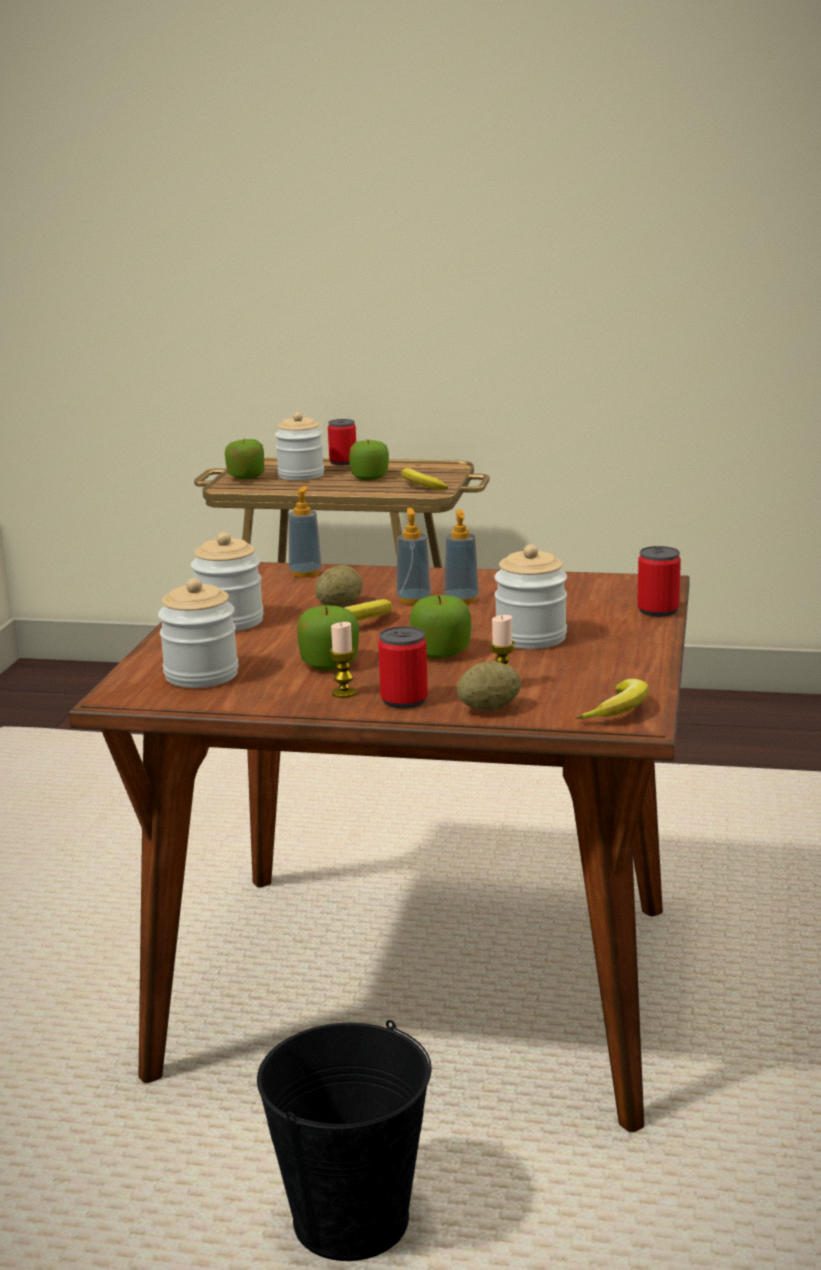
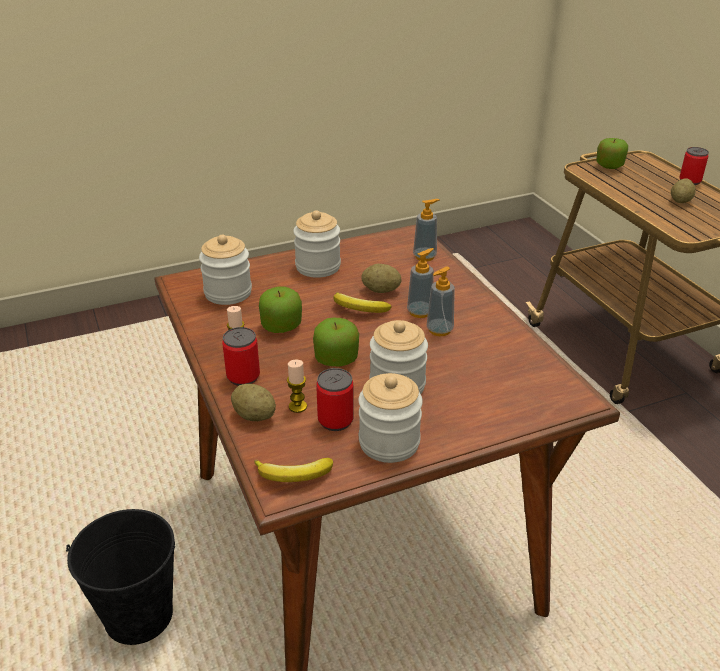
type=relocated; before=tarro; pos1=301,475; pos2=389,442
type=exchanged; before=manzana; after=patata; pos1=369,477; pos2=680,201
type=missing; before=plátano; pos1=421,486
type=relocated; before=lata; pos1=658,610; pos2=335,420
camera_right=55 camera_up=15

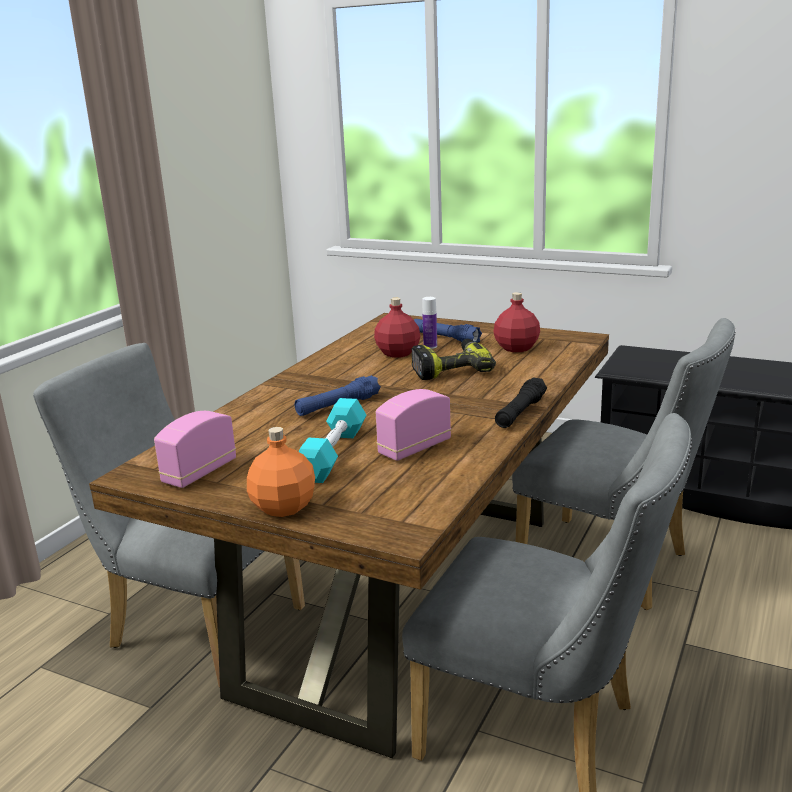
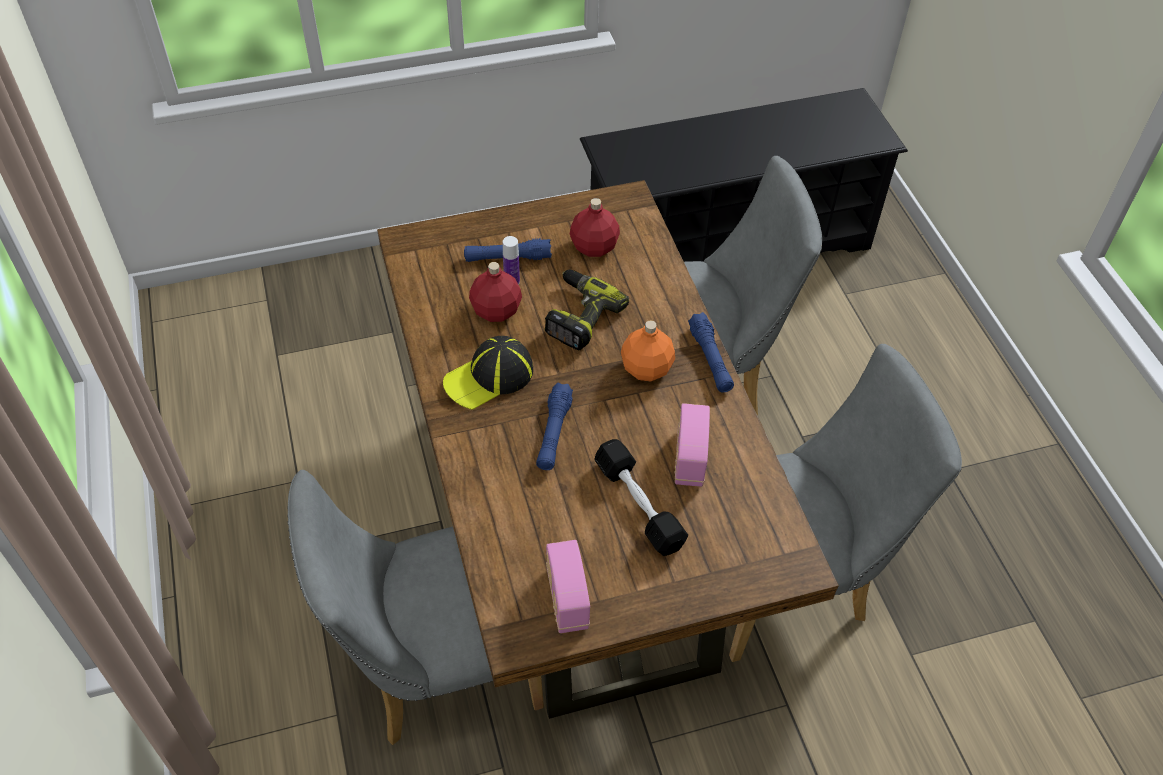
type=relocated; before=botella/naranja; pos1=283,508; pos2=647,369
type=colour; before=mancuerna/turquesa; after=mancuerna/negro; pos1=333,454; pos2=639,505
type=colour; before=linterna/negro; after=linterna/azul; pos1=520,412; pos2=710,359
type=appeared; after=gorra; pos2=489,377
camera_right=-45 camera_up=30

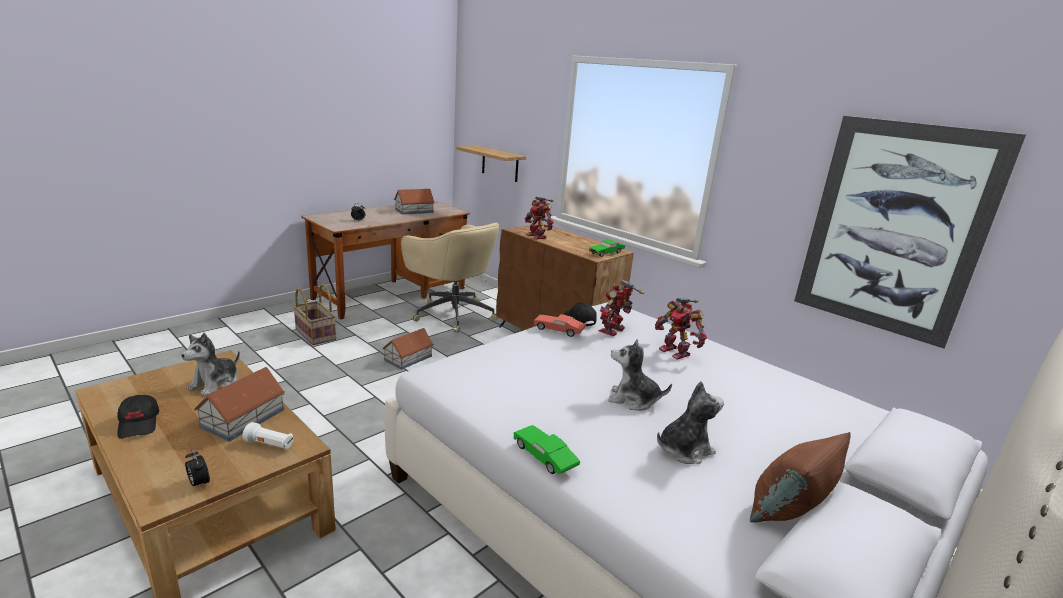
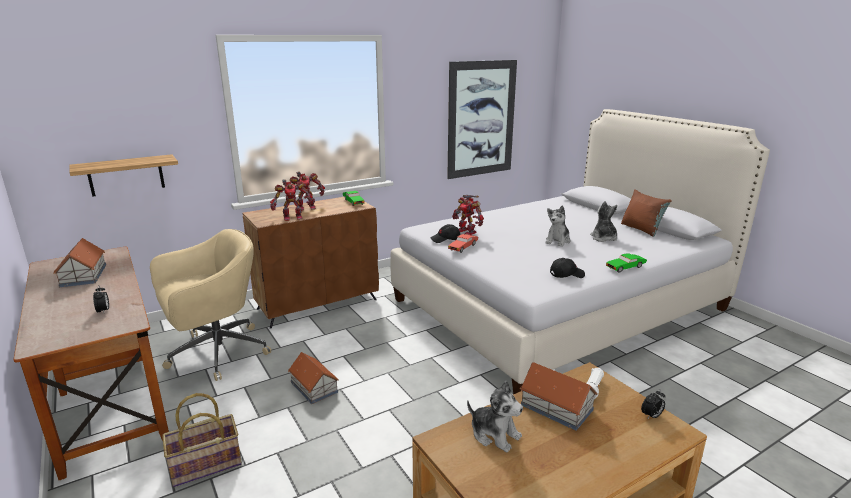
type=relocated; before=gorra/negro; pos1=139,424; pos2=566,274
type=relocated; before=robot de juguete; pos1=676,351; pos2=306,207
camera_right=-75 camera_up=0

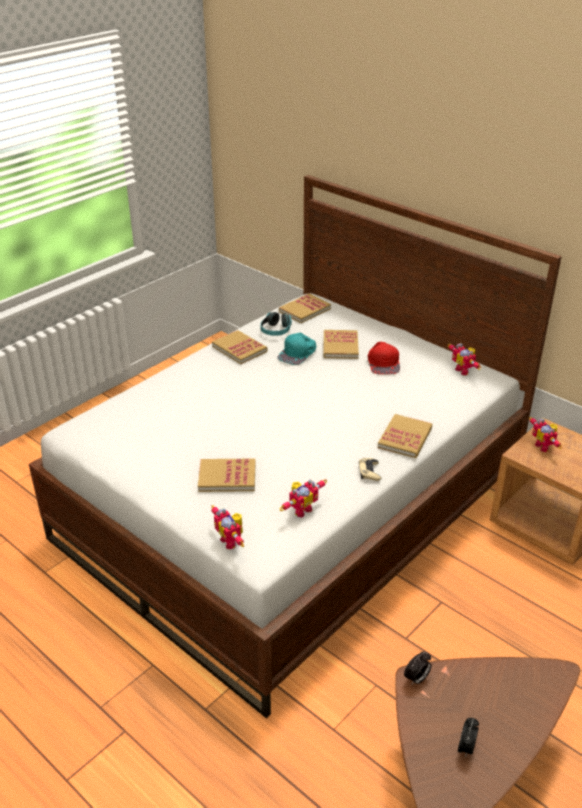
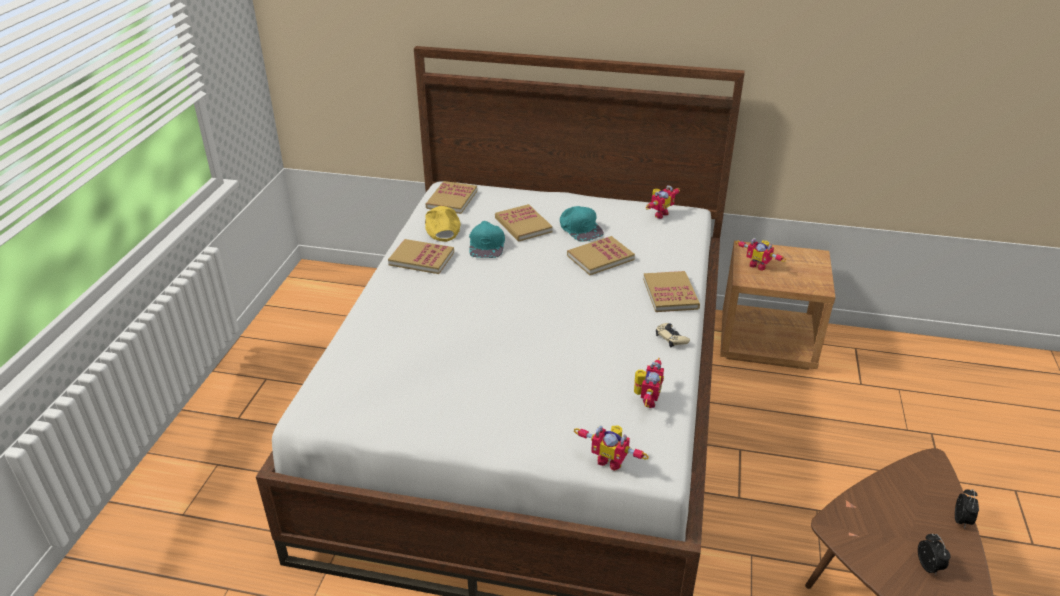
type=relocated; before=libro; pos1=227,477; pos2=600,257
type=exchanged; before=auriculares; after=gorra/amarillo; pos1=276,330; pos2=442,228
type=colour; before=gorra/rojo; after=gorra/turquesa; pos1=384,362; pos2=580,228
type=relocated; before=despertador; pos1=416,679; pos2=961,521
type=spun; before=robot de juguete; pos1=464,370; pos2=659,214; turn=-75
camera_right=-30 camera_up=0

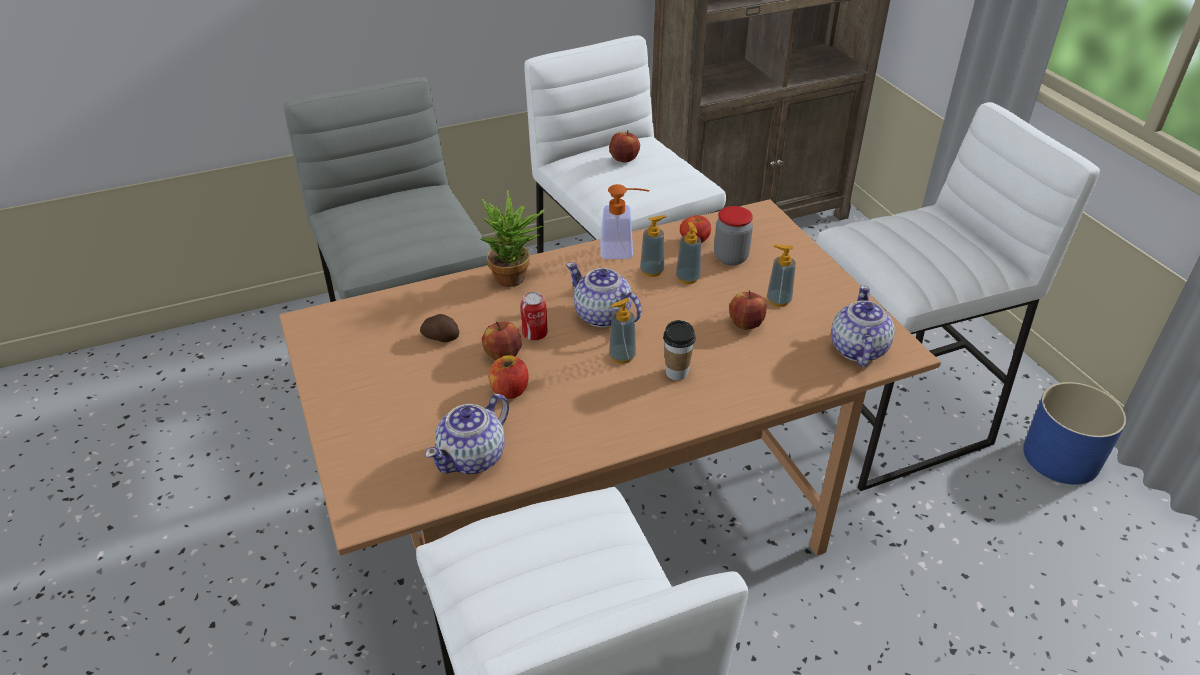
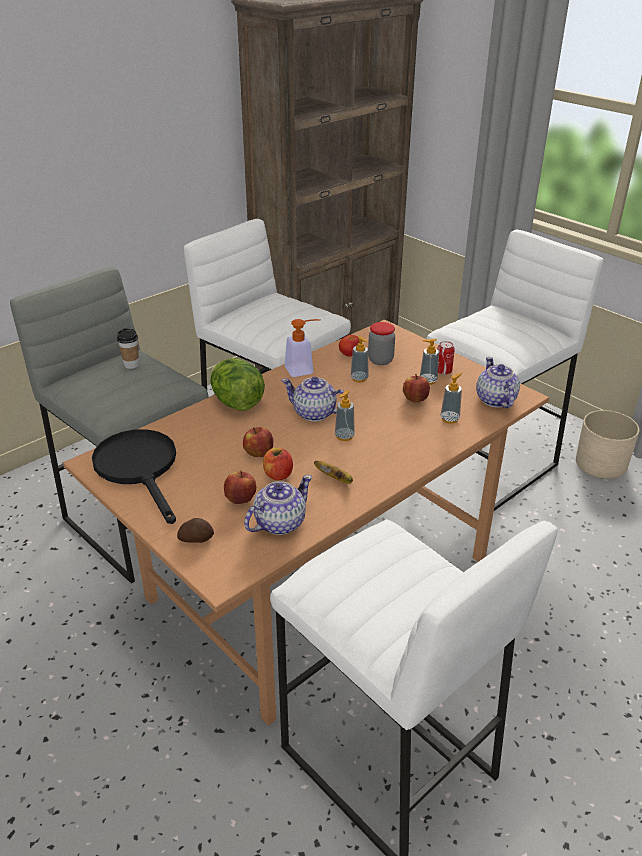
type=relocated; before=patata; pos1=441,337; pos2=196,538
type=spun; before=tetera; pos1=473,457; pos2=279,523; turn=-150
type=exchanged; before=planta en maceta; after=lechuga; pos1=515,280; pos2=237,403
type=relocated; before=lata; pos1=535,334; pos2=443,371
type=relocated; before=manzana; pos1=623,159; pos2=240,499
type=relocated; before=dispensador de jabón; pos1=652,271; pos2=449,419
type=relocated; before=taza; pos1=676,373; pos2=131,365
type=colour; before=maceta/azul; after=maceta/beis; pos1=1061,458; pos2=601,463
type=appeared; after=sartén/negro; pos2=140,469
type=appeared; after=plátano; pos2=335,479
camera_right=-20 camera_up=-5

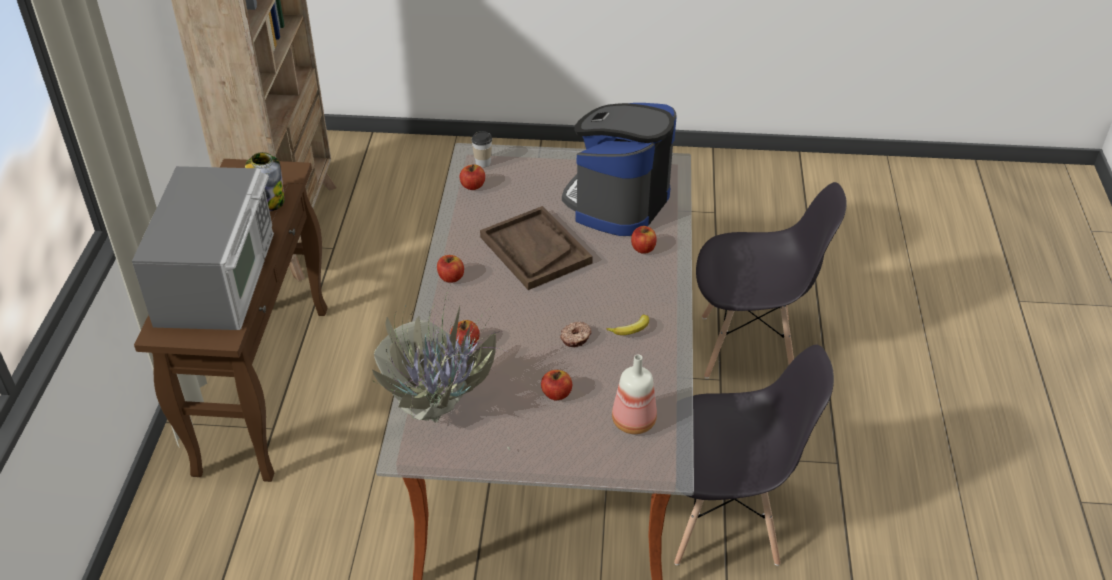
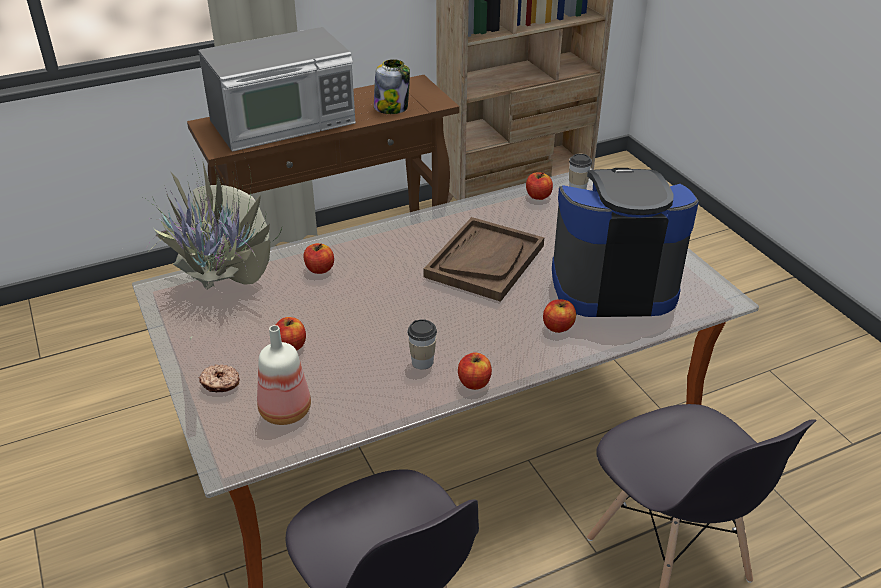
type=relocated; before=manzana; pos1=451,277; pos2=474,382
type=relocated; before=rosquilla; pos1=576,338; pos2=220,383
type=exchanged; before=plátano; after=taza; pos1=631,329; pos2=422,362
camera_right=60 camera_up=-5

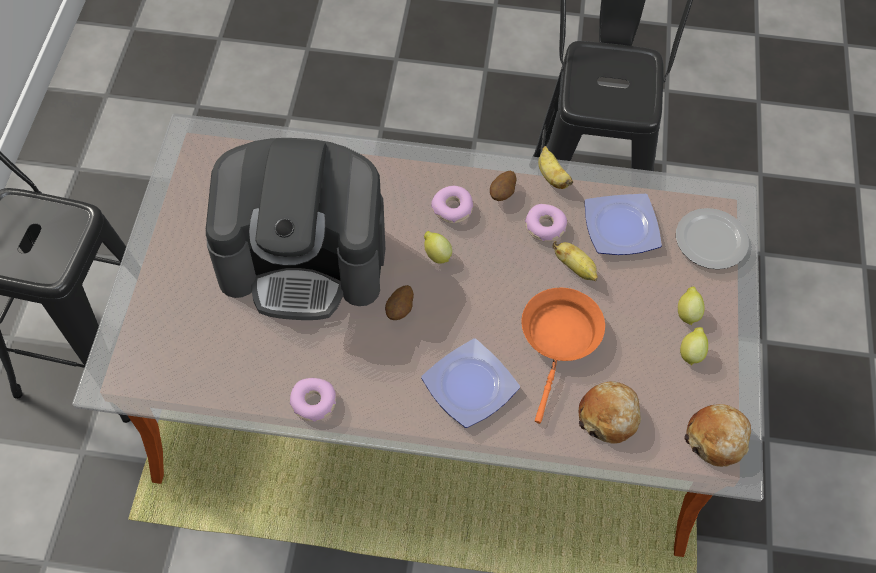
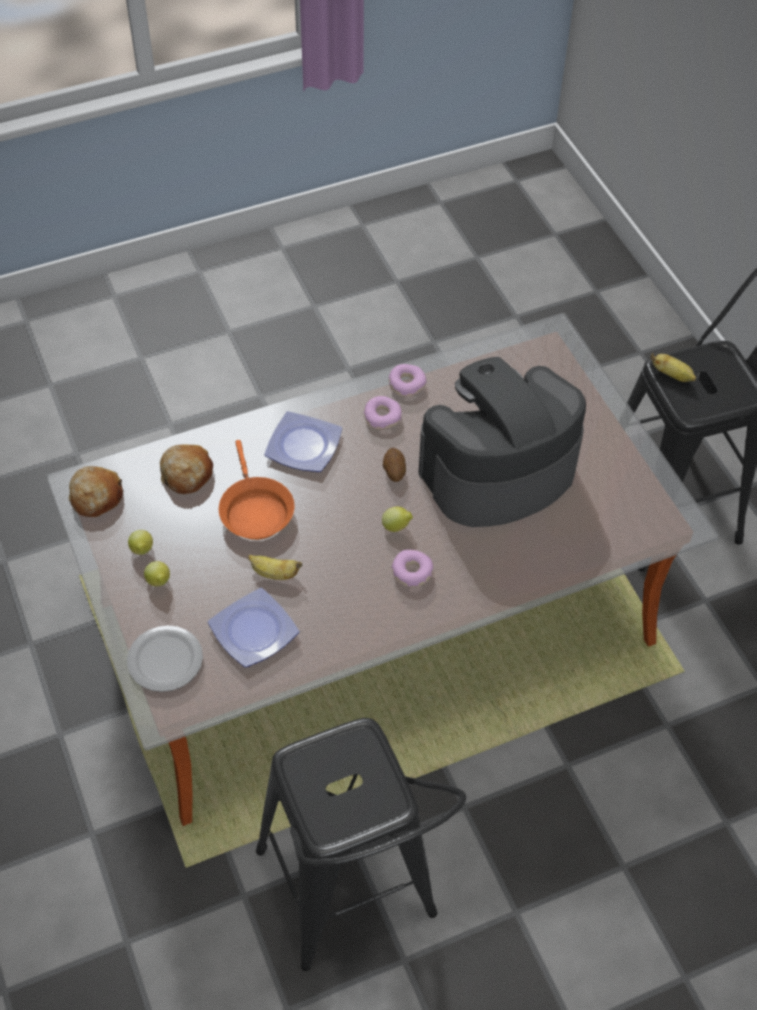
type=missing; before=patata; pos1=502,193
type=relocated; before=rosquilla; pos1=545,227; pos2=382,417
type=relocated; before=plátano; pos1=551,176; pos2=672,375
camera_right=150 camera_up=-5

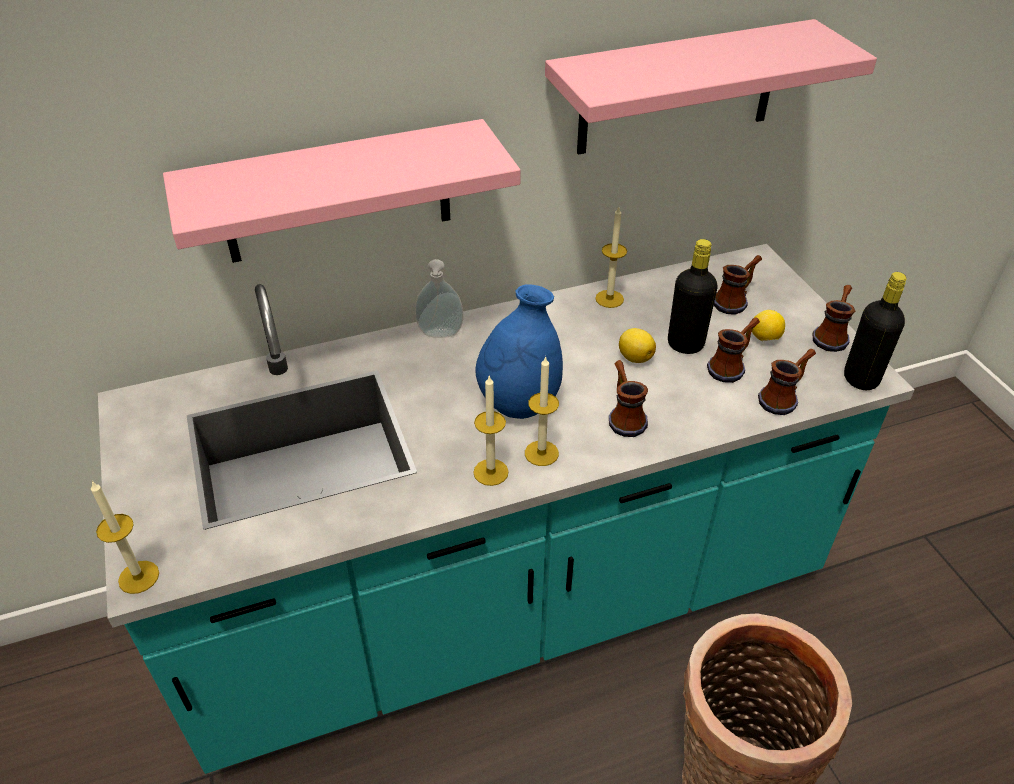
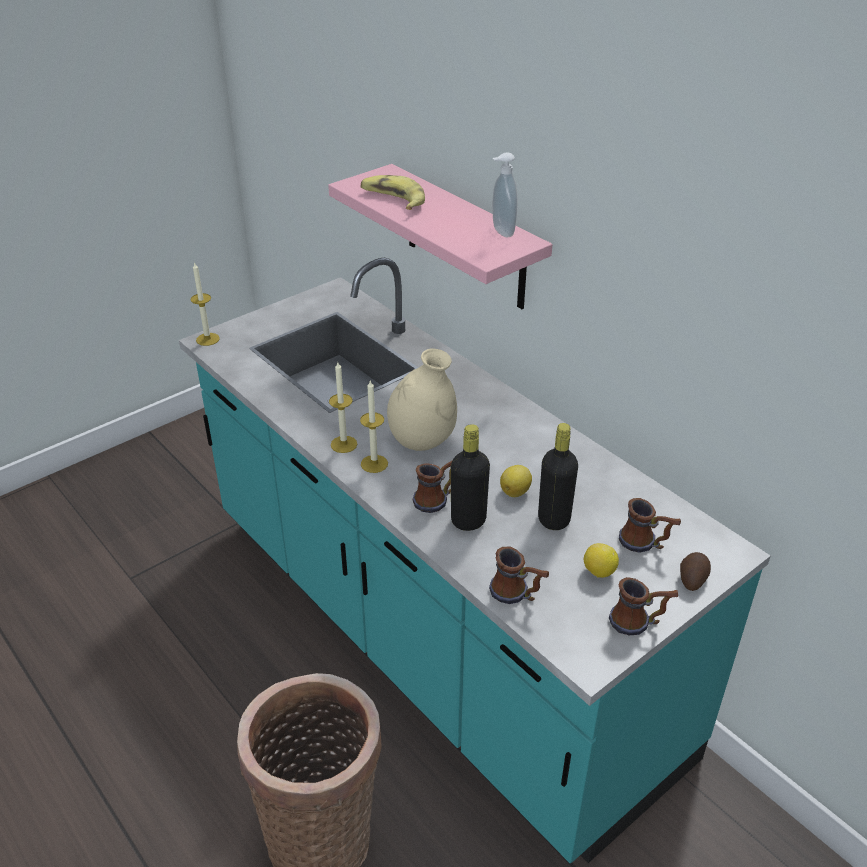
type=relocated; before=dispensador de jabón; pos1=440,335; pos2=501,232
type=colour; before=florero/azul; after=florero/beis; pos1=519,403; pos2=422,441
type=missing; before=estante/rosa; pos1=678,88
type=missing; before=vela; pos1=609,299
type=missing; before=taza grande; pos1=731,366
type=relocated; before=botella/negro; pos1=860,379; pos2=468,520
type=appeared; after=plátano; pos2=393,200
type=appeared; after=patata; pos2=692,579
camera_right=70 camera_up=-5

